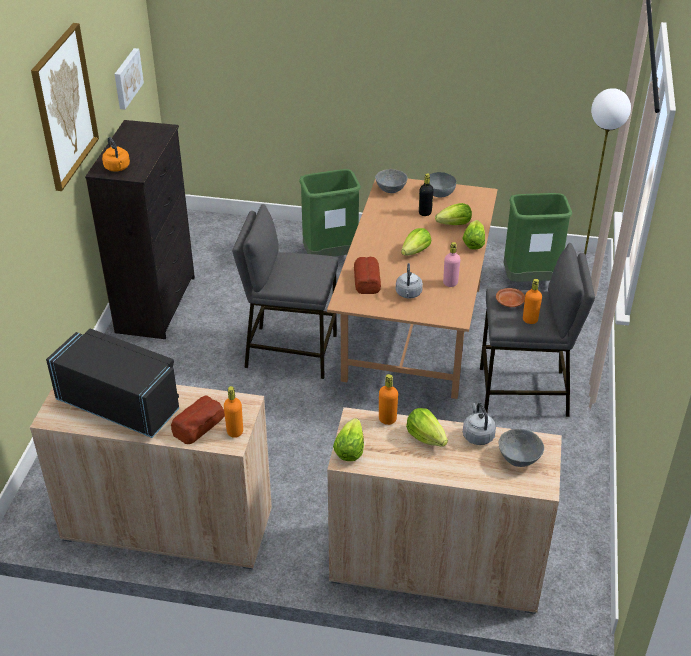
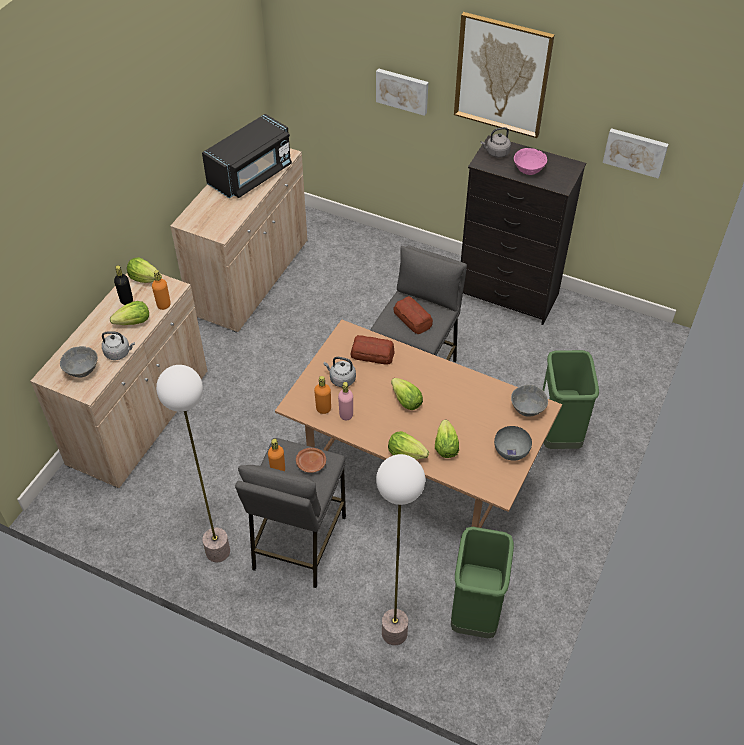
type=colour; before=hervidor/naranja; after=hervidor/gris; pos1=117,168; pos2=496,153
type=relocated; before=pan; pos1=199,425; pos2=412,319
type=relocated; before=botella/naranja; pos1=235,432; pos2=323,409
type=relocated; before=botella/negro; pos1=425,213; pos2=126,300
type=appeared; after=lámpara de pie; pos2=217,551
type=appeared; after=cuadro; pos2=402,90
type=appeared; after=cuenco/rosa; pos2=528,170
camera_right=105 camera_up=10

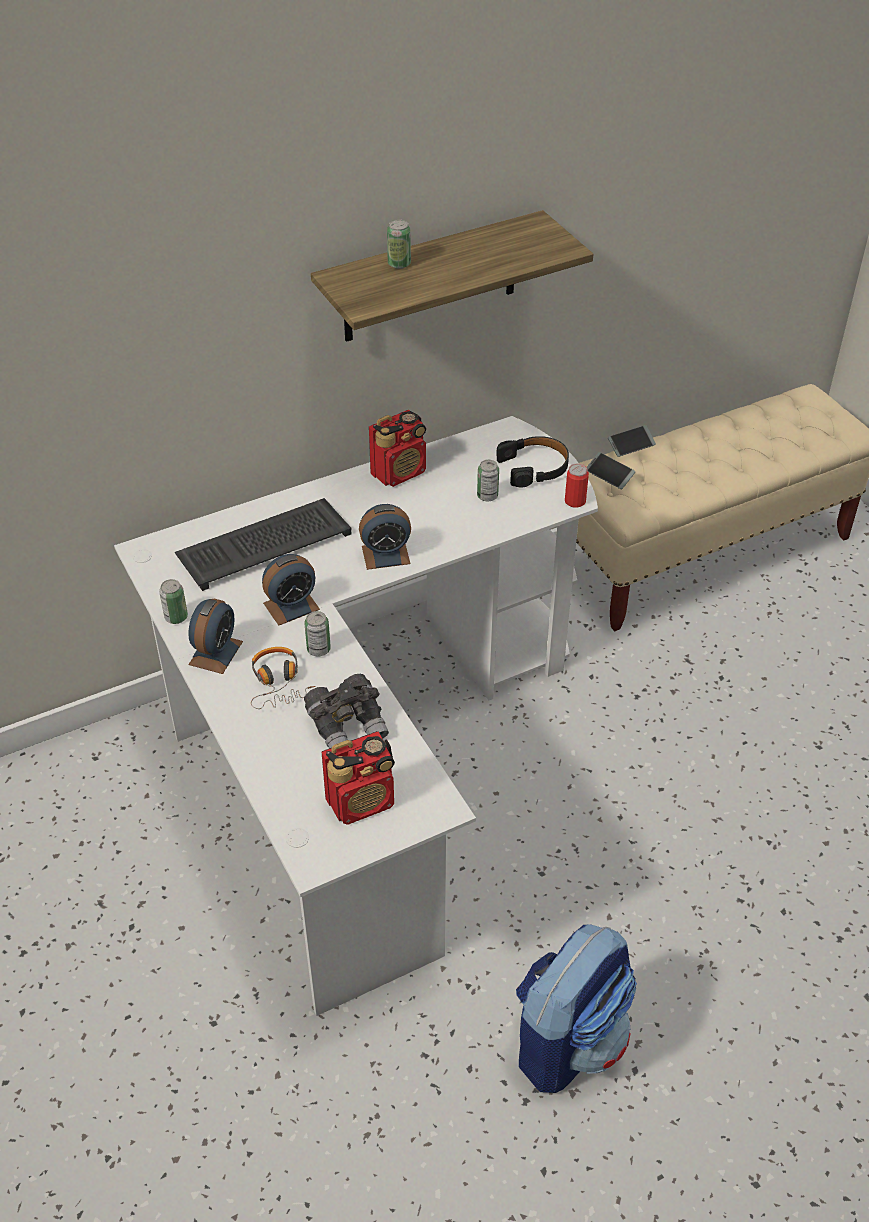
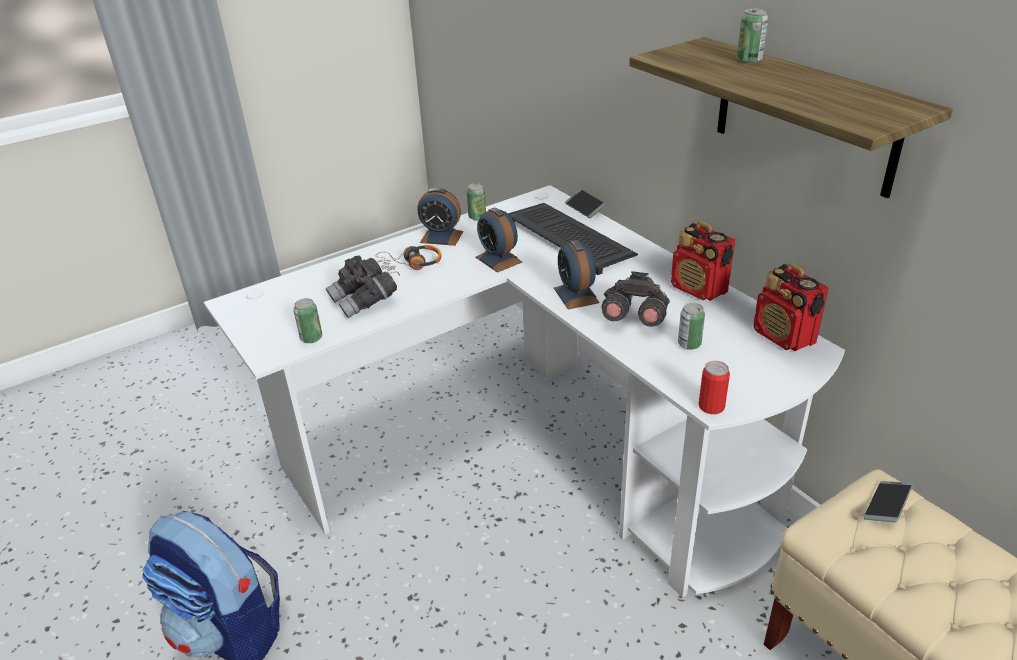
type=relocated; before=lata; pos1=318,649; pos2=311,338
type=relocated; before=radio; pos1=362,802; pos2=784,337
type=missing; before=auriculares/negro; pos1=534,467
type=relocated; before=móvil; pos1=631,445; pos2=585,208
type=appeared; after=prismáticos/gris; pos2=634,319
camera_right=85 camera_up=-10

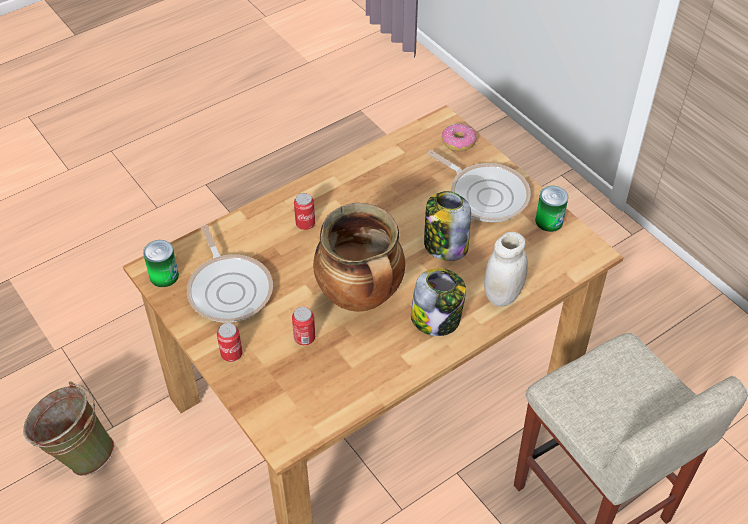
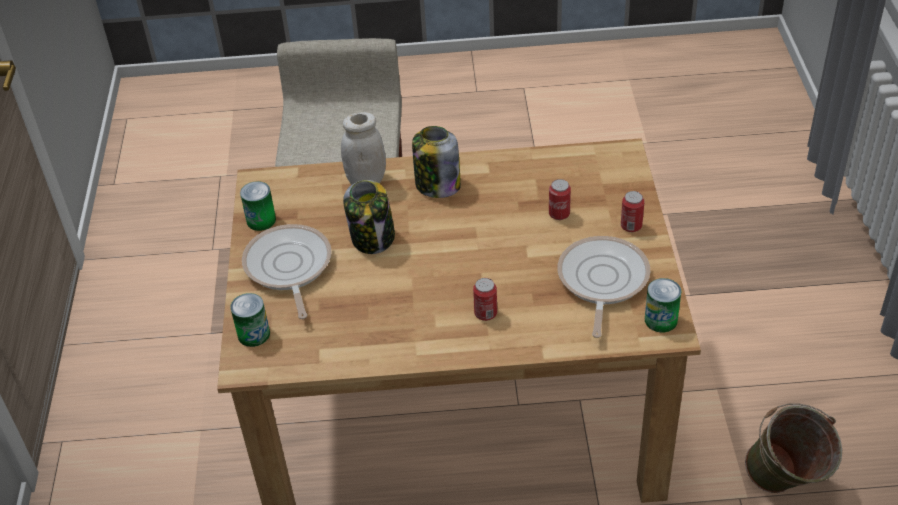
type=missing; before=olla; pos1=361,297
type=exchanged; before=rosquilla; after=lata; pos1=458,142; pos2=254,334
camera_right=-145 camera_up=-5

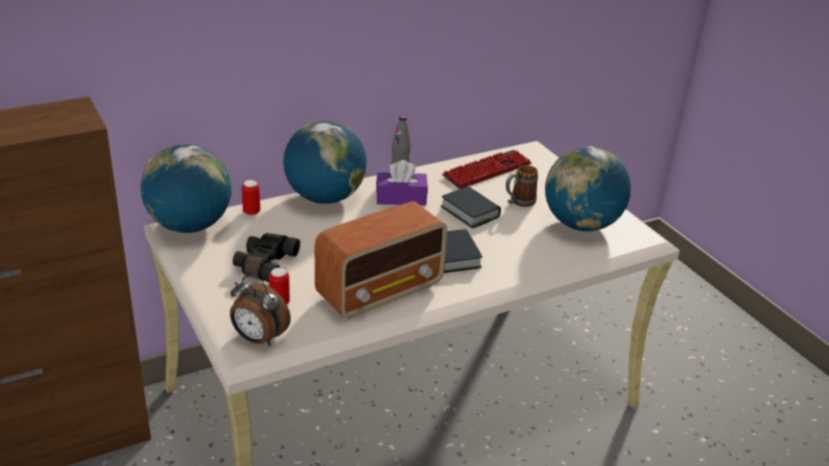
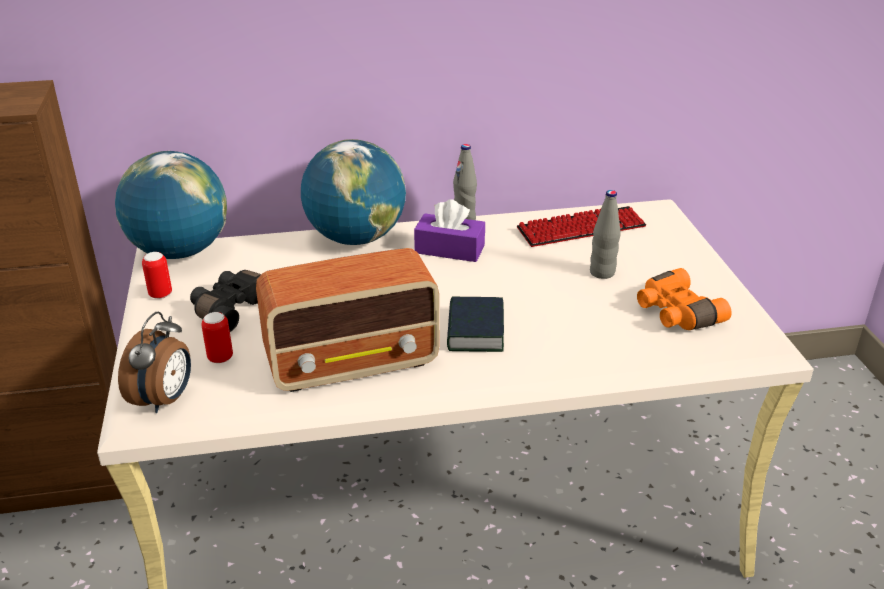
type=spun; before=despertador; pos1=258,339; pos2=165,400; turn=-120
type=relocated; before=lata; pos1=251,212; pos2=160,294
type=missing; before=libro; pos1=470,212
type=exchanged; before=taza grande; after=botella/gris; pos1=518,202; pos2=602,273
type=exchanged; before=globo terráqueo; after=prismáticos/naranja; pos1=581,225; pos2=675,313
camera_right=20 camera_up=0

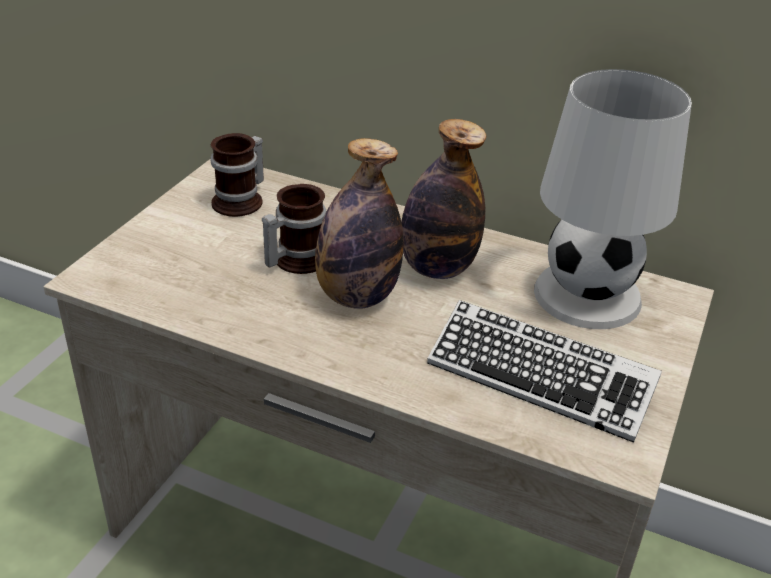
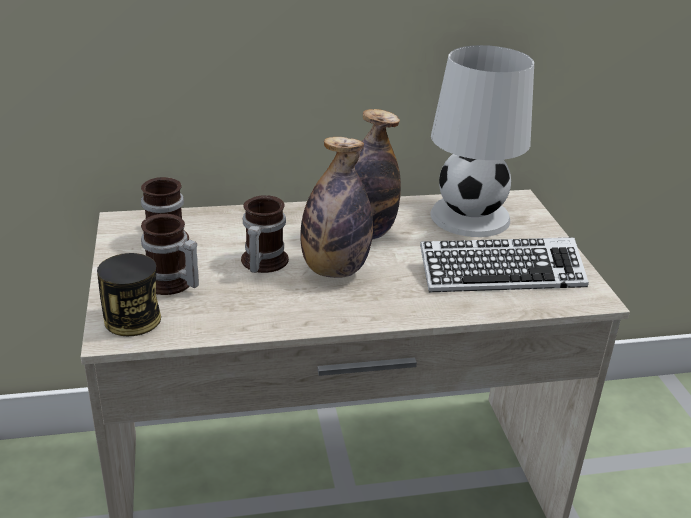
type=appeared; after=lata; pos2=132,319
type=appeared; after=taza grande; pos2=170,284
camera_right=-35 camera_up=-5

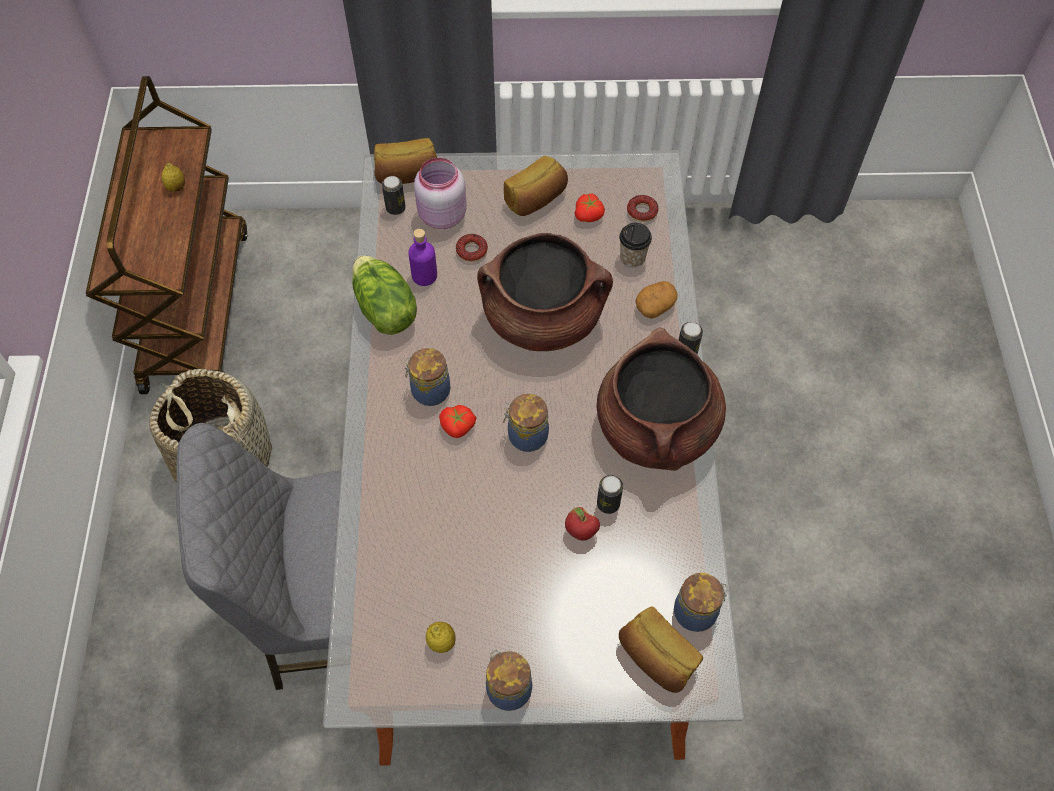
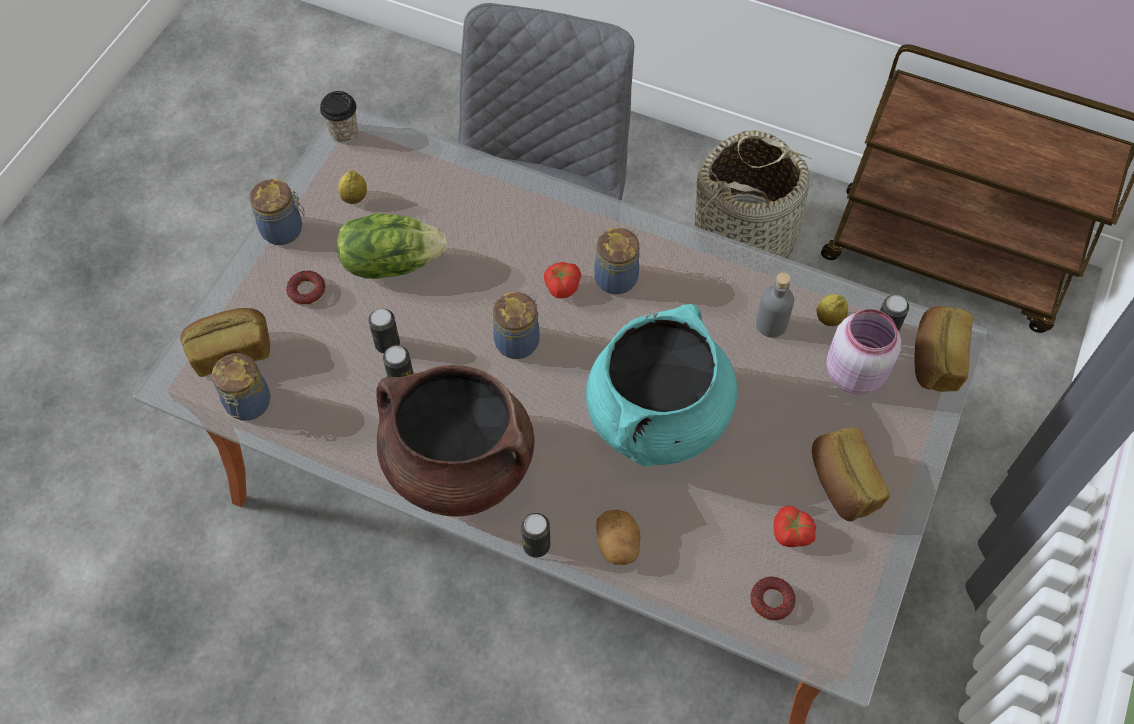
type=relocated; before=limón; pos1=176,187; pos2=829,319
type=relocated; before=lechuga; pos1=384,310; pos2=391,262
type=colour; before=botella/morado; after=botella/gris; pos1=424,275; pos2=771,324
type=relocated; before=rosquilla; pos1=472,250; pos2=307,291
type=colour; before=olla/marrón; after=olla/turquesa; pos1=543,318; pos2=657,417
type=exchanged; before=manzana; after=lata; pos1=580,532; pos2=387,344
type=relocated; before=taza; pos1=632,258; pos2=344,133
camera_right=115 camera_up=0

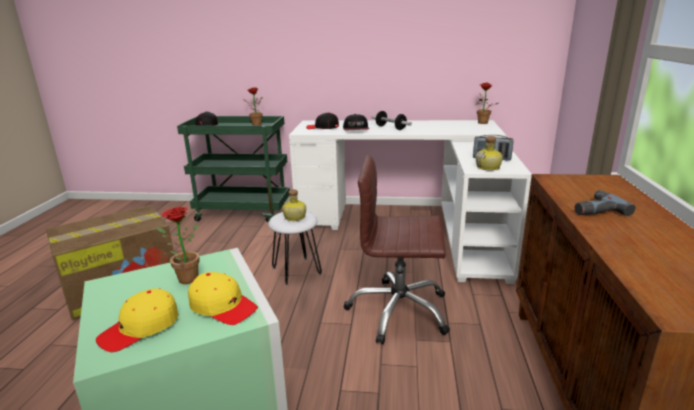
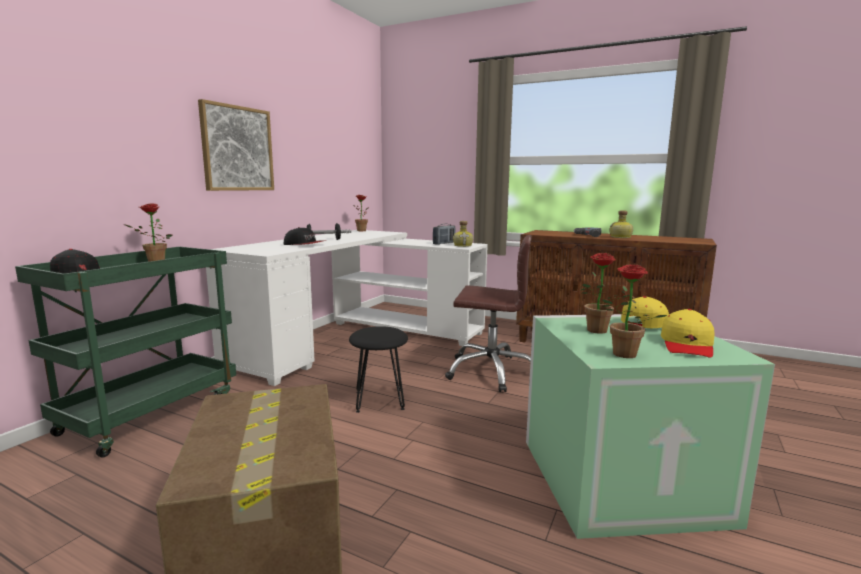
type=spun; before=gorra/amarillo; pos1=140,328; pos2=687,345; turn=45
type=colour; before=taburete/blanco; after=taburete/negro; pos1=297,270; pos2=379,400
type=relocated; before=botella; pos1=294,217; pos2=621,237
type=missing; before=gorra/negro; pos1=323,128
type=spun; before=silla de oficina/marrón; pos1=398,311; pos2=491,371; turn=-105
type=appeared; after=cuadro; pos2=237,149
type=appeared; after=planta en maceta; pos2=622,355
camera_right=-70 camera_up=-10

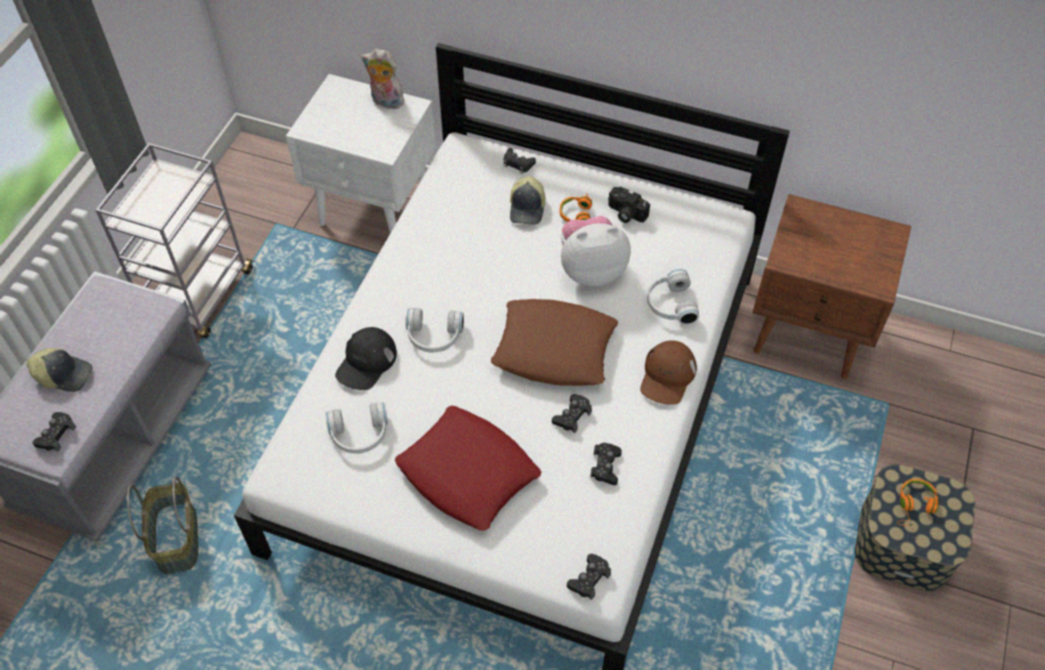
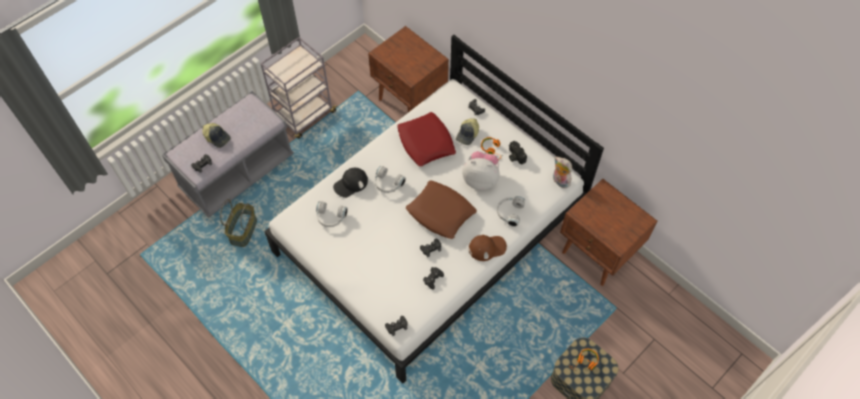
type=colour; before=mesita de noche/blanco; after=mesita de noche/marrón; pos1=376,209; pos2=410,101
type=relocated; before=peluche; pos1=385,102; pos2=559,181
type=relocated; before=cojín/rojo; pos1=468,473; pos2=426,142
type=spun; before=gorra/marrón; pos1=667,376; pos2=487,248; turn=-150
camera_right=25 camera_up=5

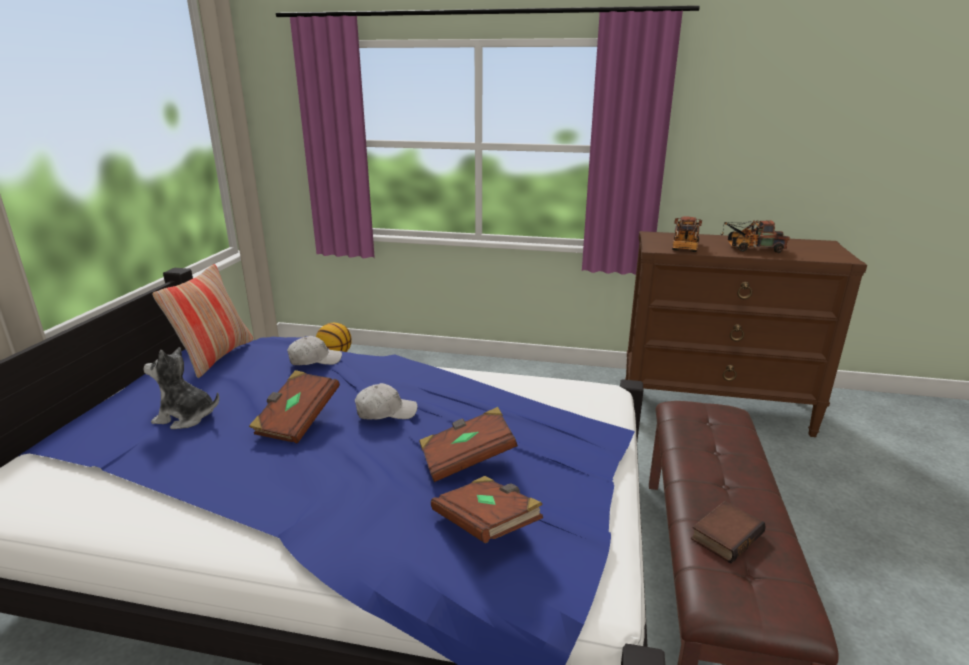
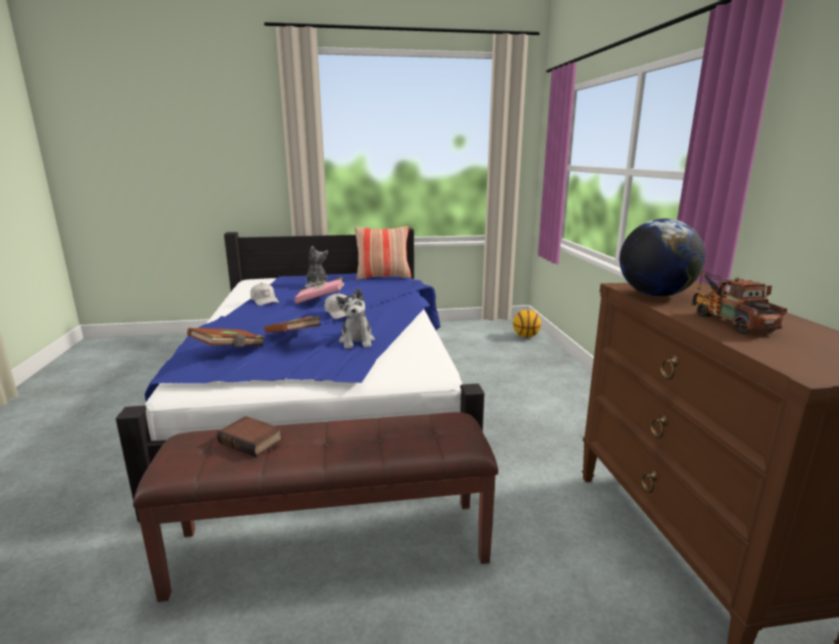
type=colour; before=libro/marrón; after=libro/rosa; pos1=297,420; pos2=320,300
type=relocated; before=gorra/blanco; pos1=315,360; pos2=264,301
type=exchanged; before=camión de juguete; after=globo terráqueo; pos1=684,248; pos2=655,295
type=appeared; after=peluche; pos2=357,341
camera_right=70 camera_up=-5

